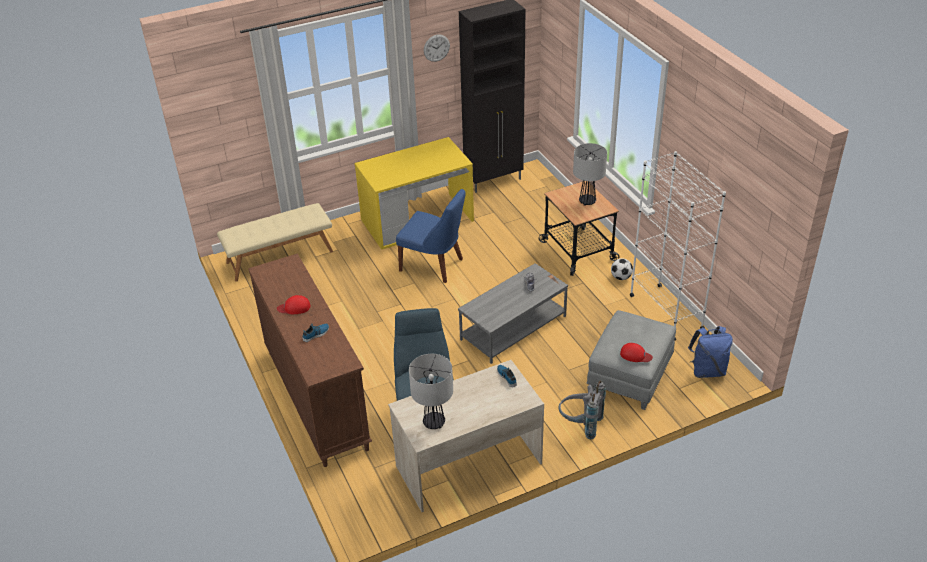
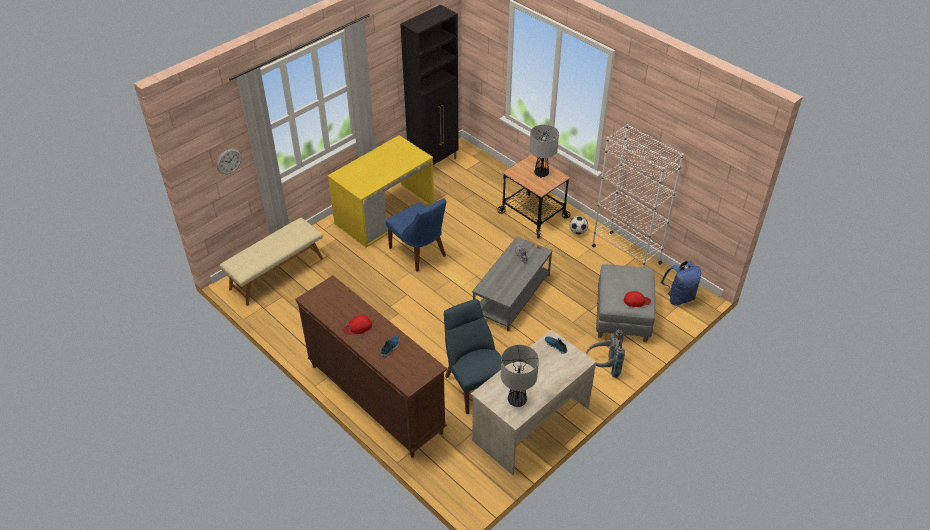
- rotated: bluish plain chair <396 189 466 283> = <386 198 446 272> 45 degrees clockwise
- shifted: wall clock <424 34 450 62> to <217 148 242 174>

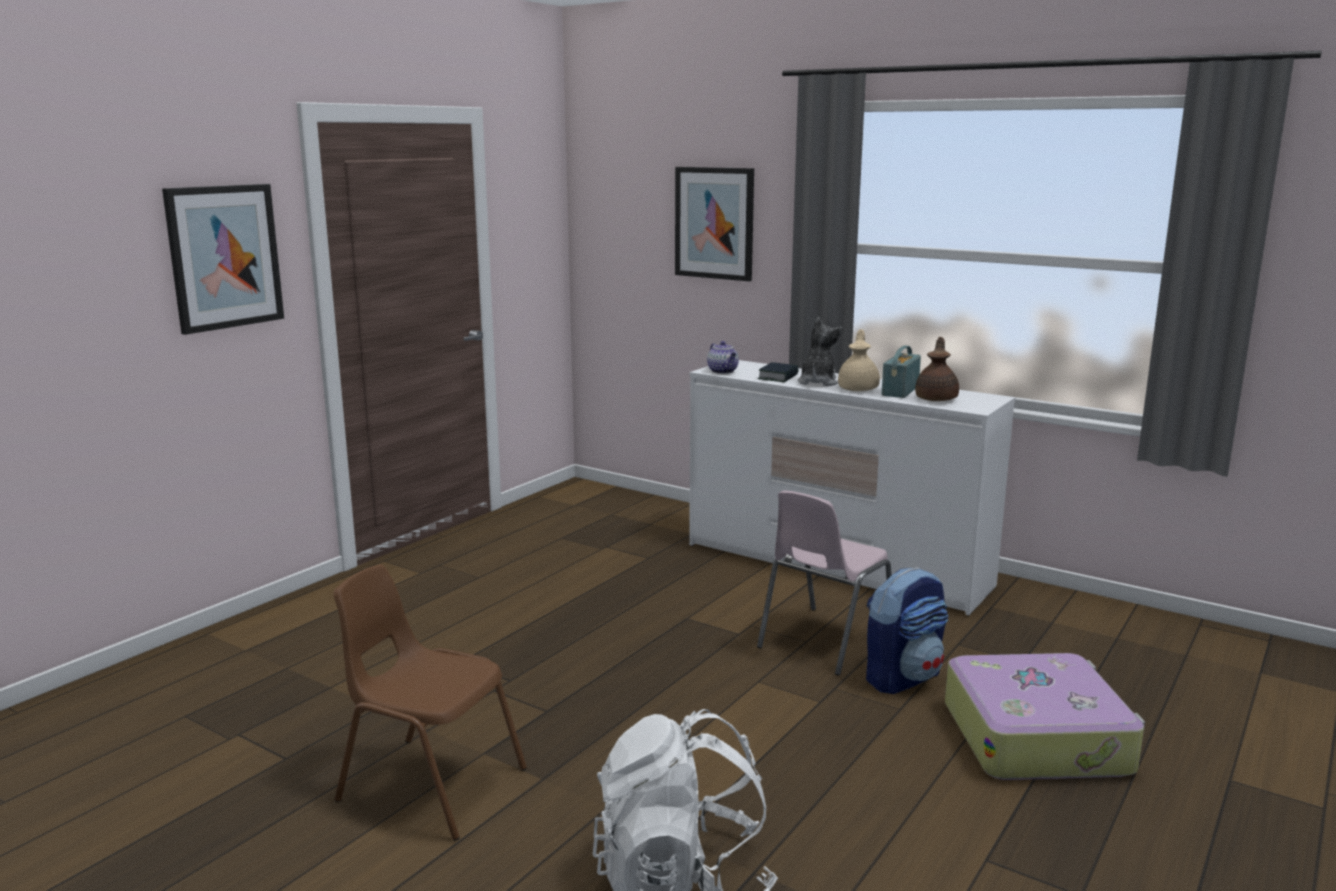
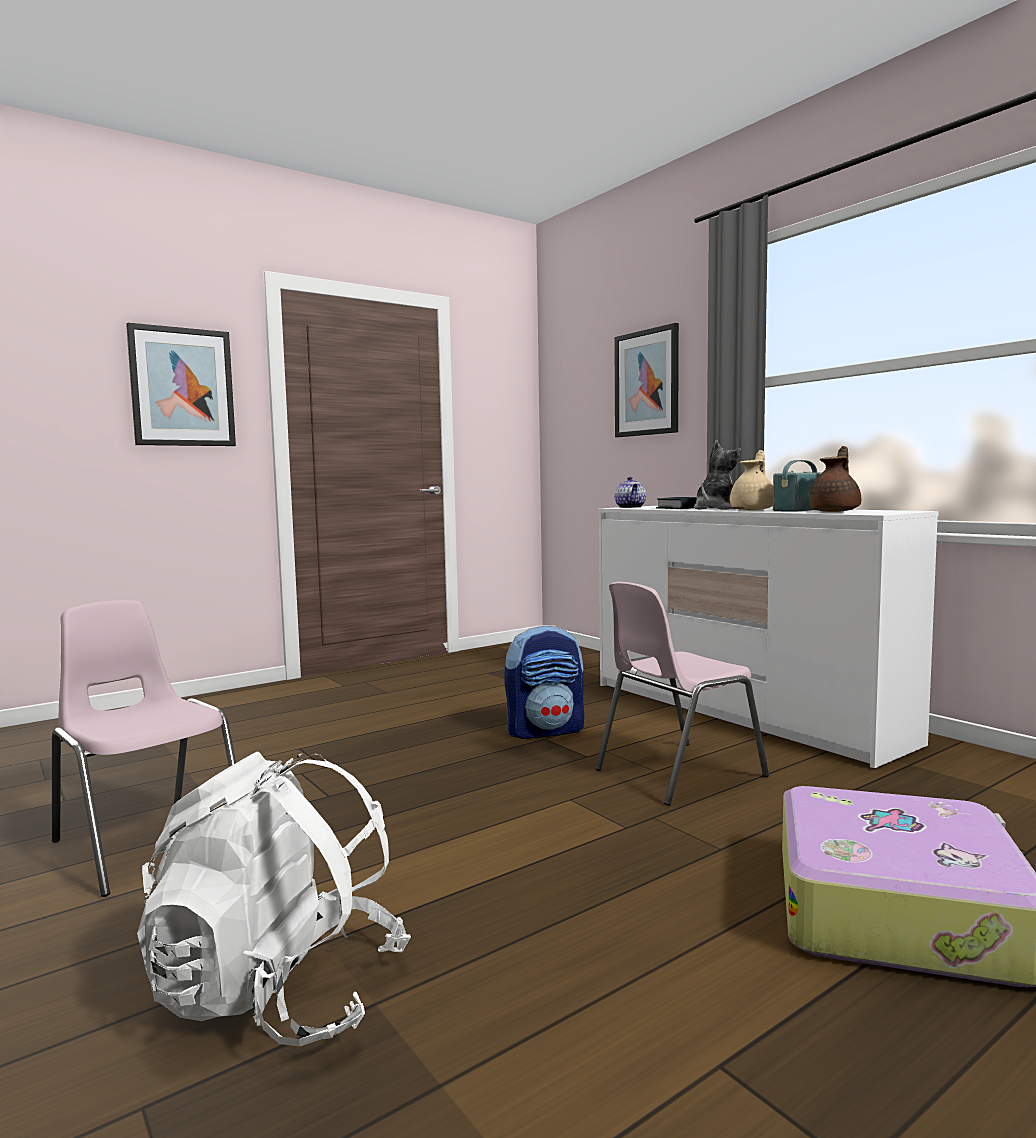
- repainted: brown-coloured plain chair <333 564 527 841> to pink-coloured plain chair <52 600 236 897>
- shifted: backpack <866 567 948 694> to <504 625 584 739>

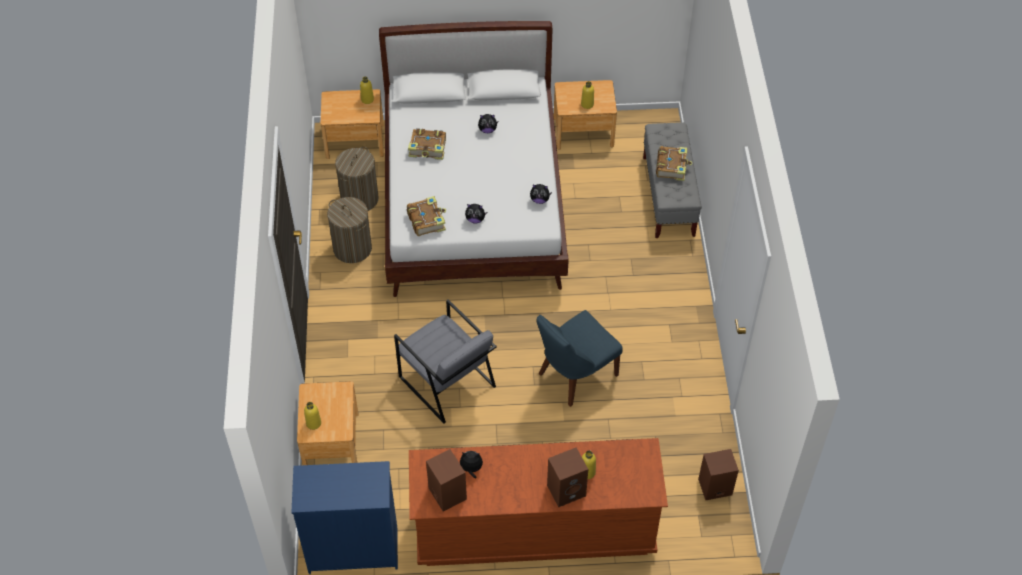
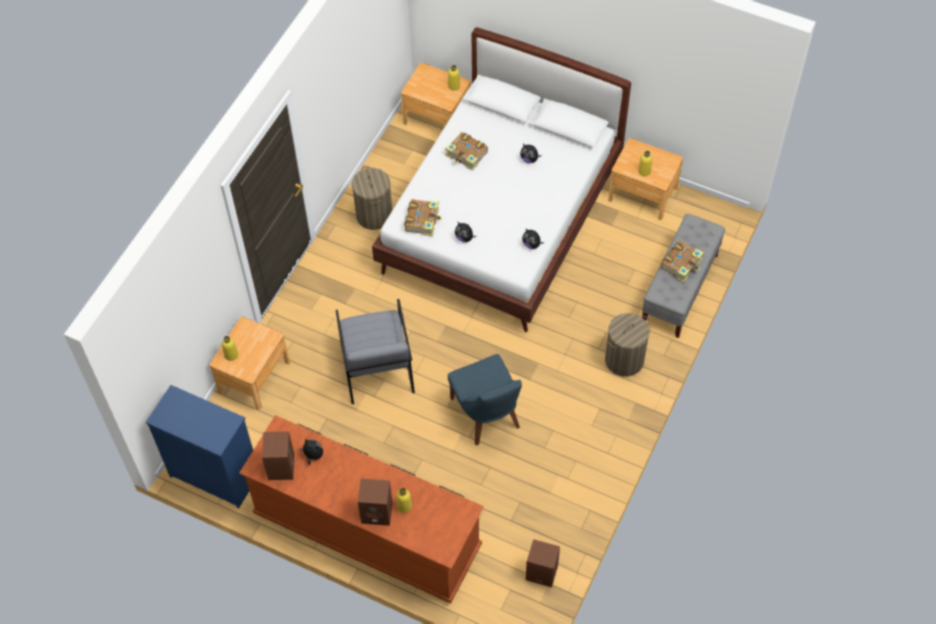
- shifted: laundry basket <335 147 378 211> to <605 313 650 377>
- rotated: bluish plain chair <537 310 623 407> = <448 354 522 445> 105 degrees counterclockwise

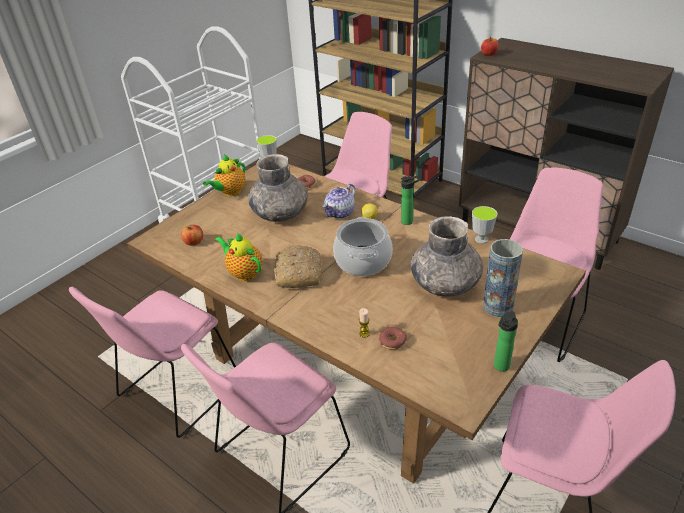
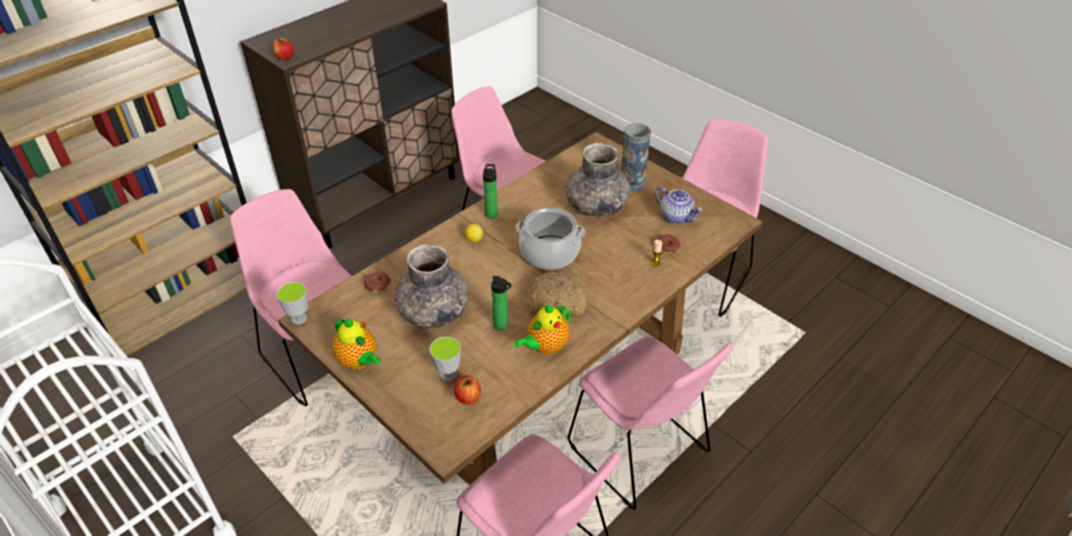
- shifted: teapot <322 184 355 219> to <655 186 703 224>
- shifted: drinking cup <472 206 498 244> to <429 337 461 381>
- shifted: bottle <494 311 518 372> to <491 276 512 331>

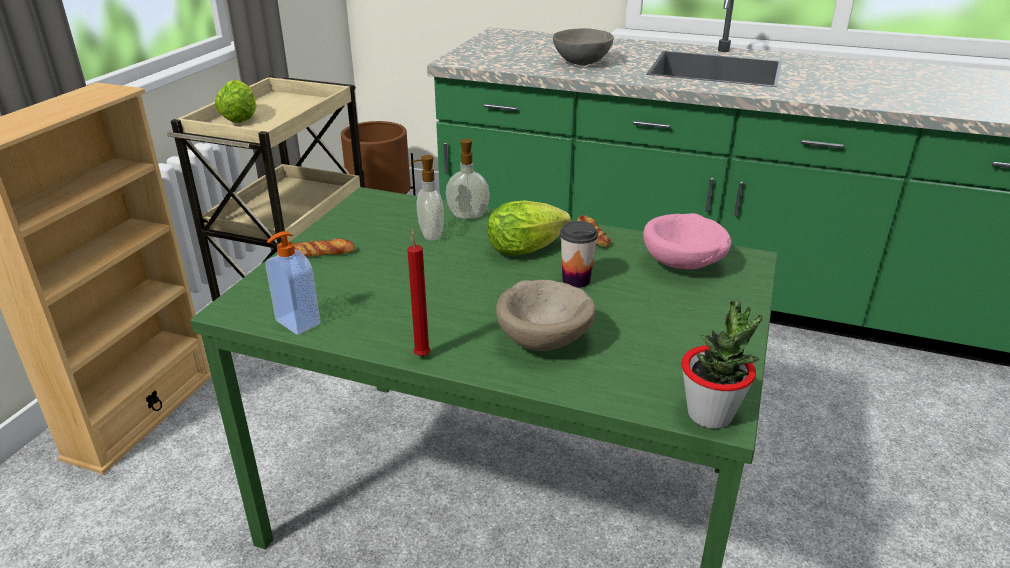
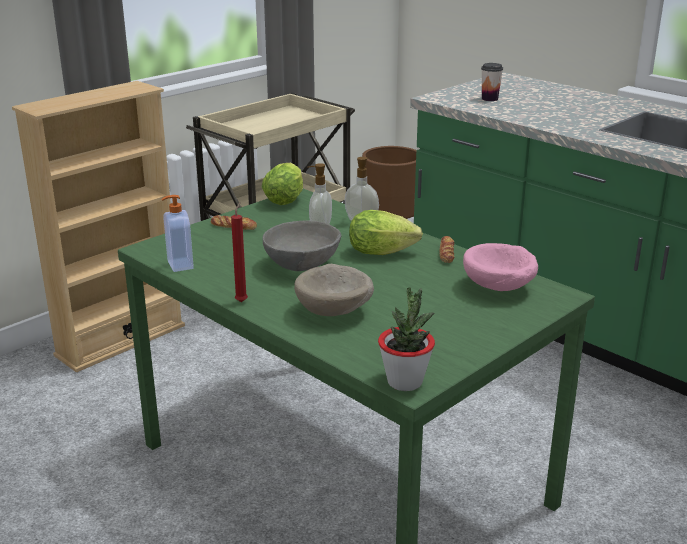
- shifted: head of lettuce <215 80 257 123> to <262 163 303 205>
- shifted: greyish bowl <553 28 614 65> to <263 221 342 271>
- shifted: drinking cup <560 221 598 288> to <481 63 503 101>

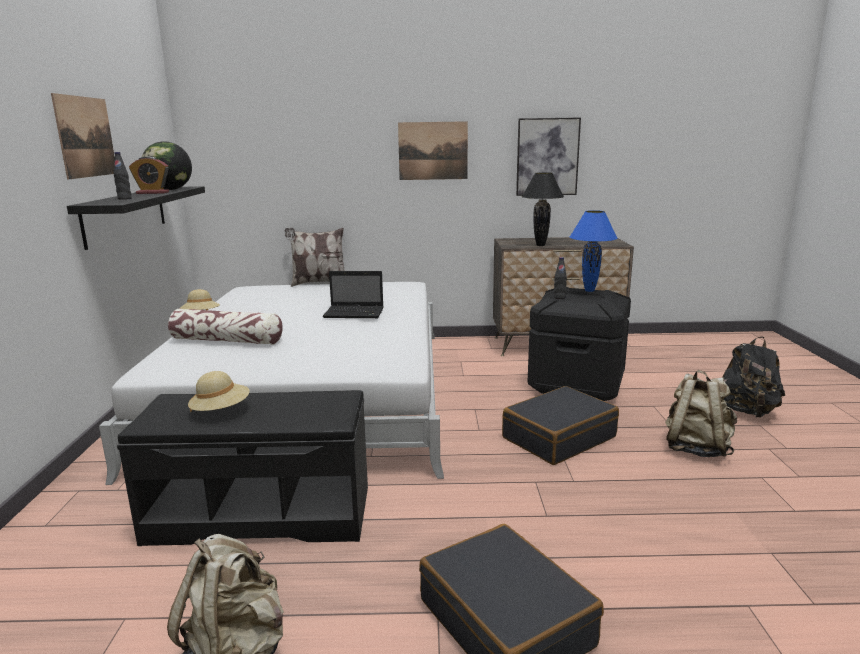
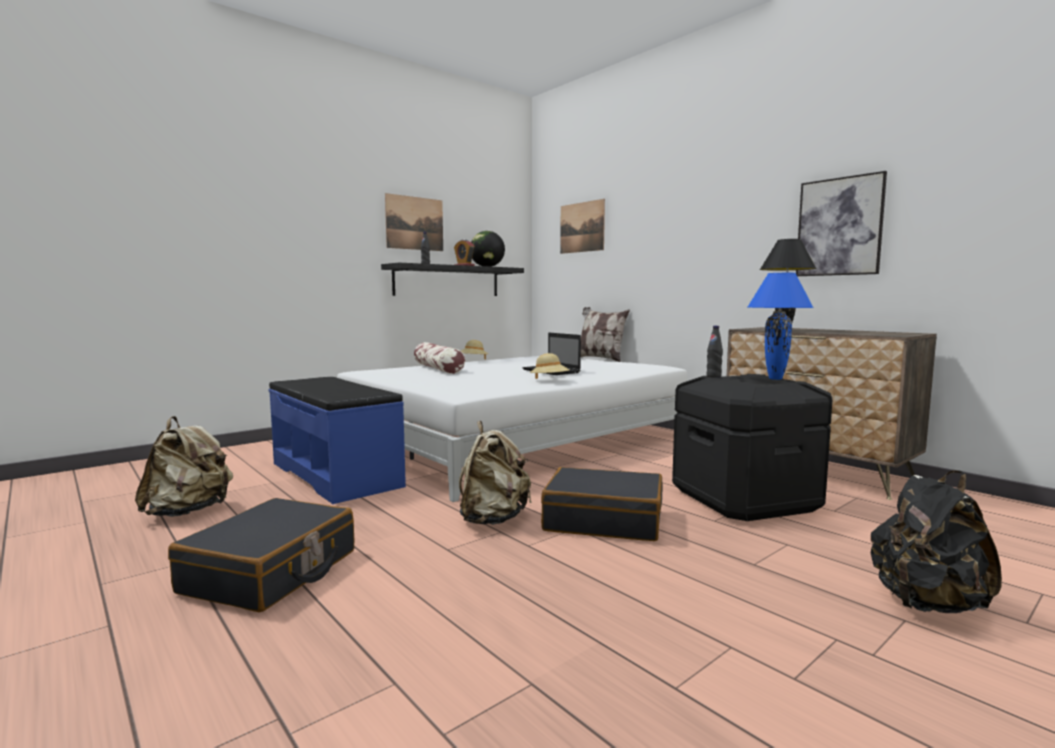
- repainted: black long seat <117 390 368 546> to bluish long seat <268 377 406 504>
- shifted: beige clothing hat <188 371 250 411> to <530 353 570 379>
- shifted: picture <398 121 468 180> to <560 199 605 254>
- shifted: beige backpack <665 370 737 457> to <459 421 532 525>

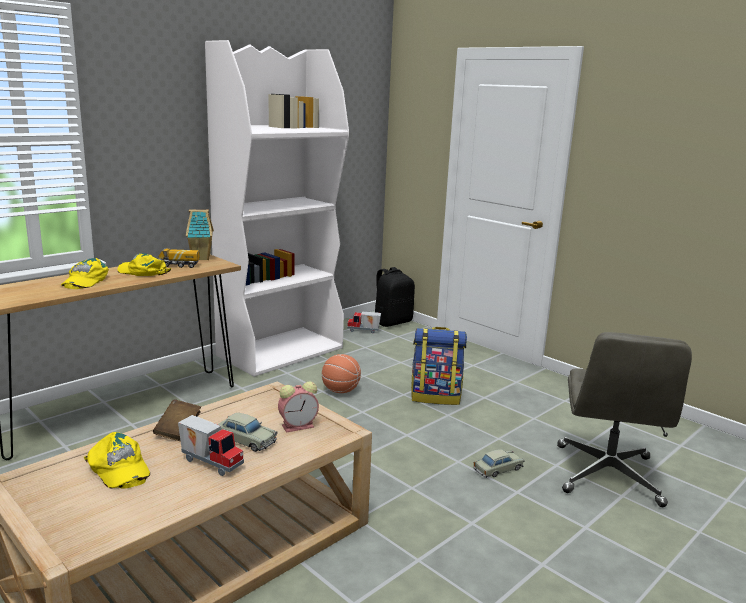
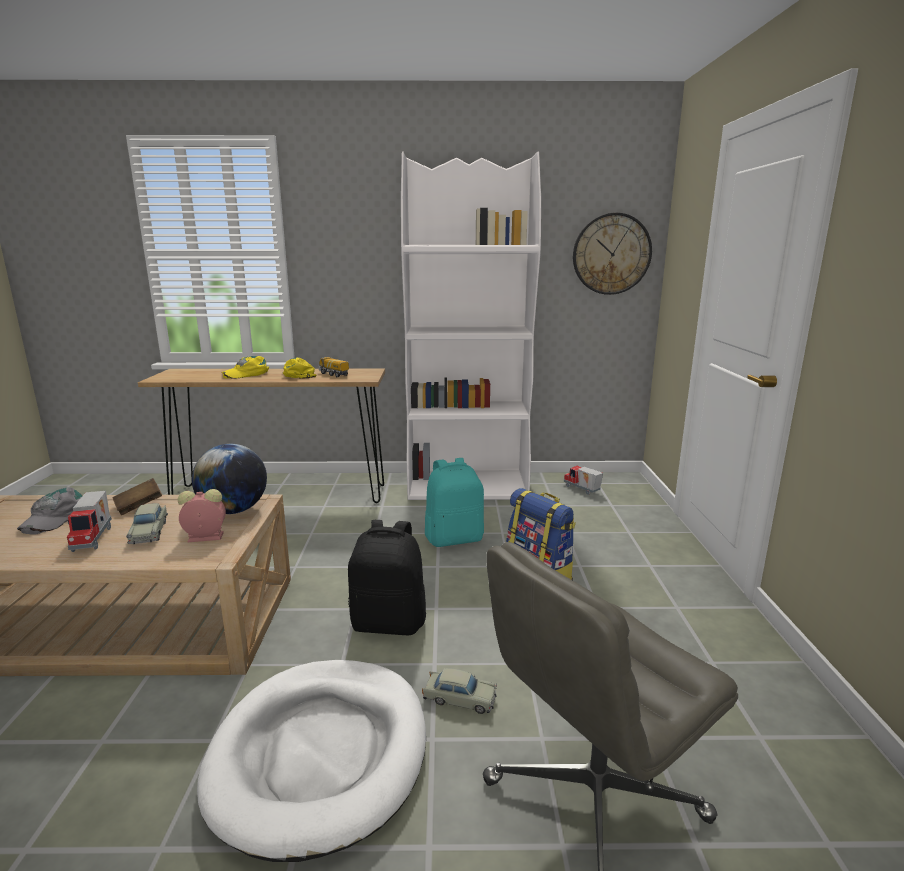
- repainted: yellow-coloured peaked cap <84 432 150 489> to greyish peaked cap <17 487 82 535>
- gone: toy house <186 209 214 260>
- rotated: table clock <278 382 319 433> = <178 489 226 542> 150 degrees clockwise
- swapped: ball for basketball <322 354 361 393> to turquoise backpack <425 458 484 547>
- shifted: black backpack <375 267 415 327> to <348 520 426 636>
- new: globe <192 444 267 514>
- new: white-coloured dog bed <197 660 426 862>
- new: wall clock <573 213 652 295>

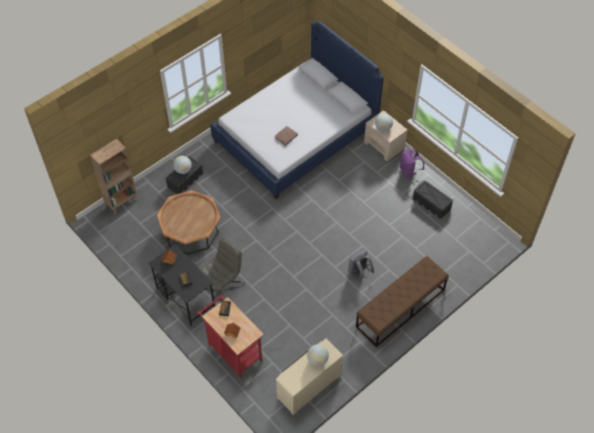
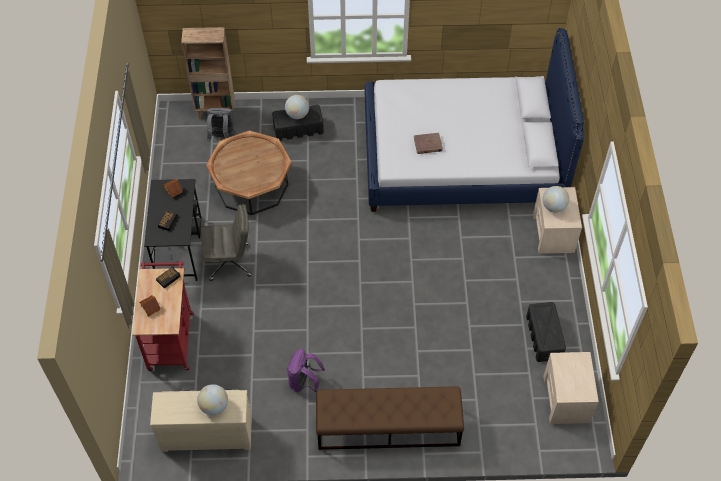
- shifted: greyish backpack <348 250 374 282> to <207 108 235 142>
- shifted: purplish backpack <400 148 424 178> to <286 349 325 392>
- new: beige nightstand <543 352 599 424>

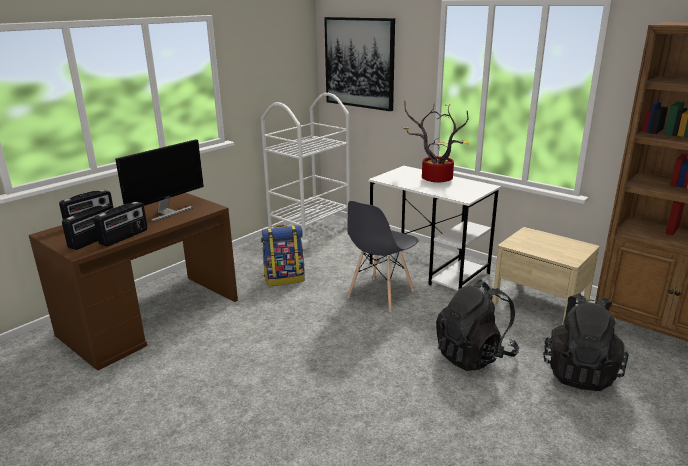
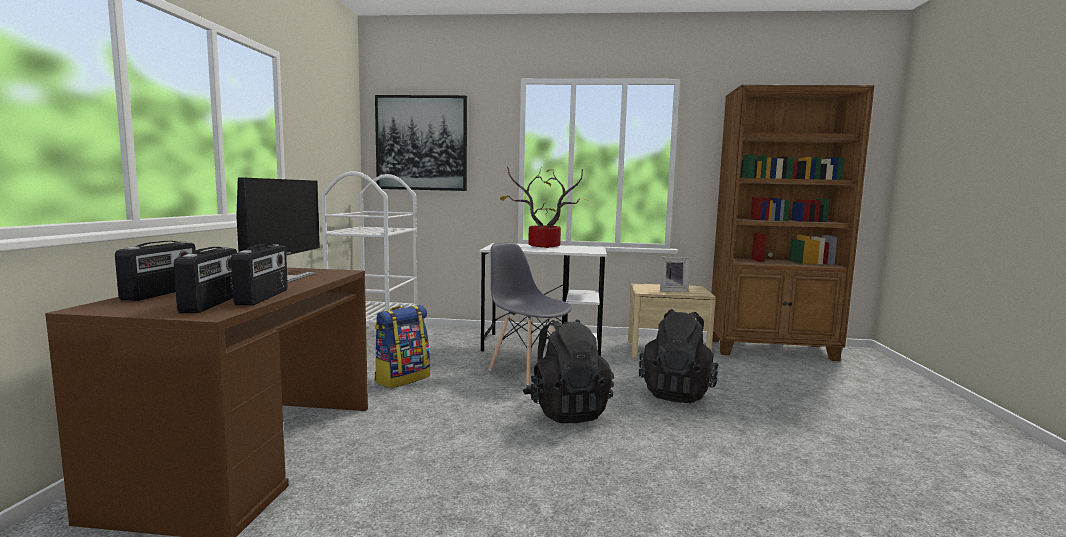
- rotated: greyish plain chair <347 201 418 312> = <489 242 572 385> 135 degrees clockwise
- shifted: black backpack <543 293 629 391> to <523 319 614 423>
- new: picture frame <660 257 689 292>

